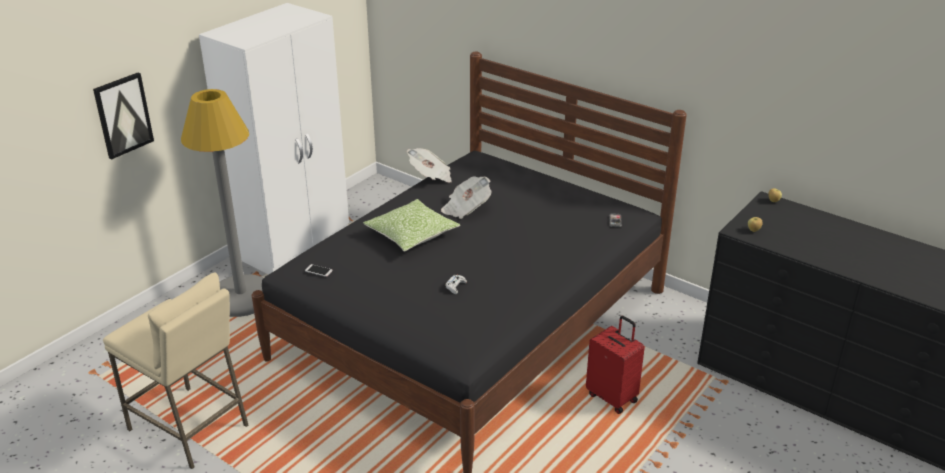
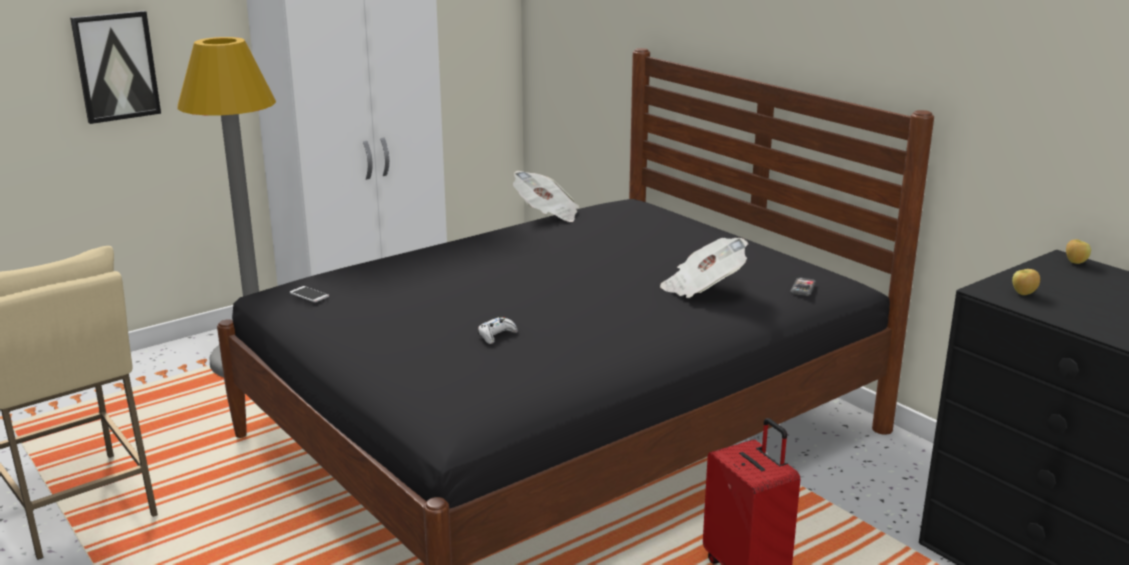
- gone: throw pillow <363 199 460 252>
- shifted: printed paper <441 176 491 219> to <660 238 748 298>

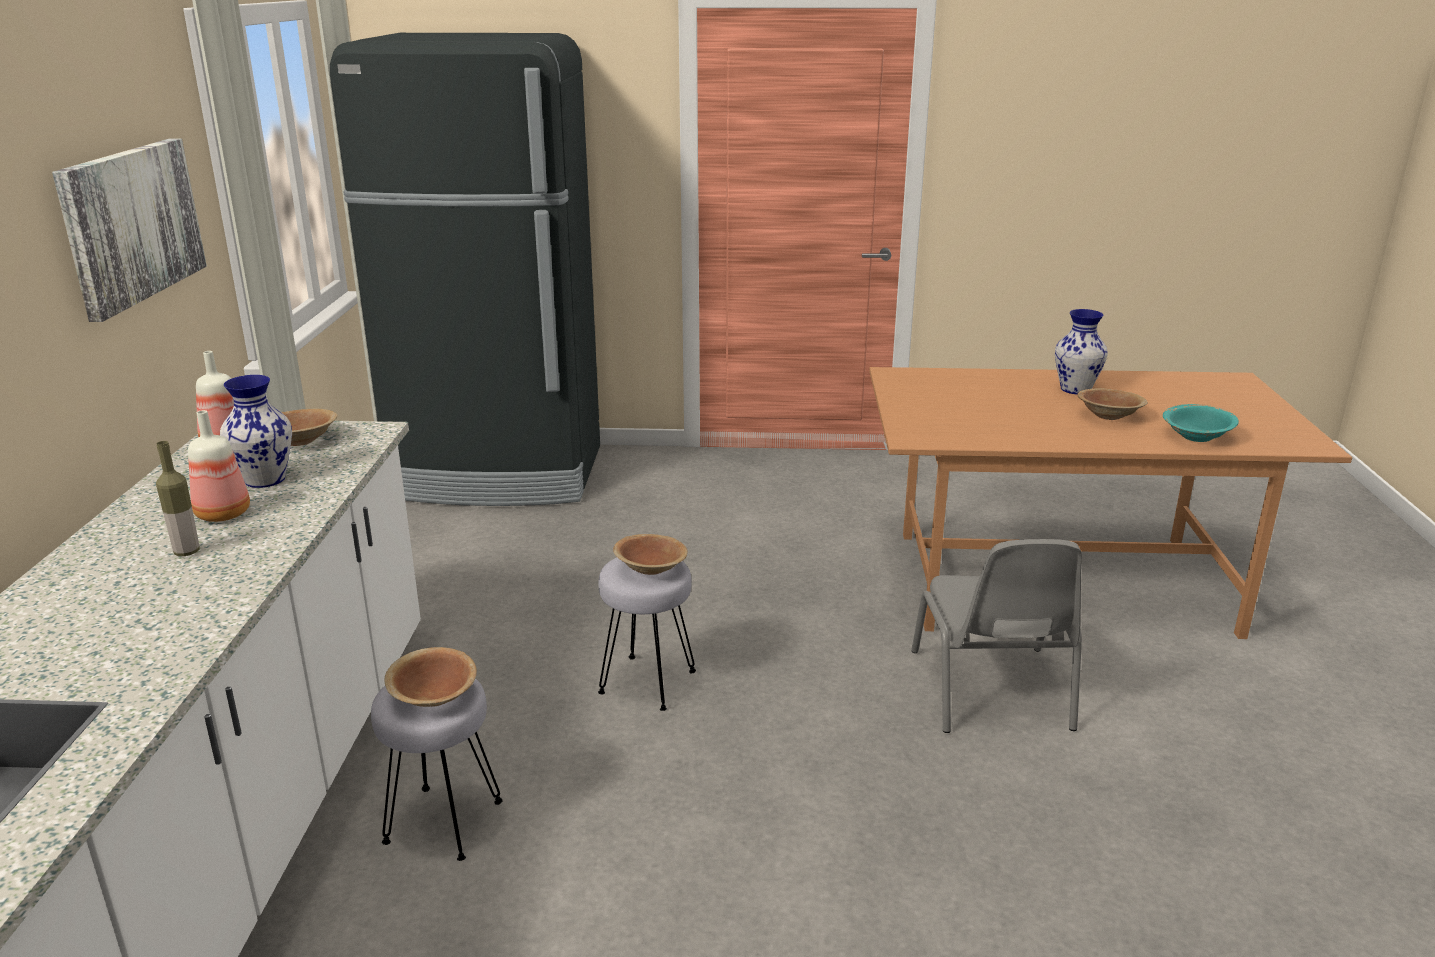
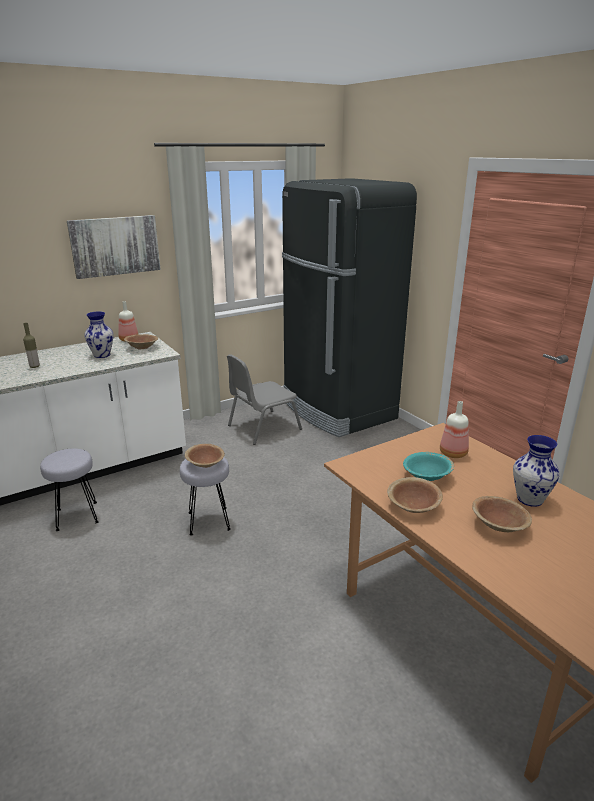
- shifted: bottle <188 410 250 522> to <440 401 469 458>
- shifted: brown-coloured bowl <384 647 477 707> to <387 477 443 513>
- shifted: greyish plain chair <911 539 1082 733> to <227 354 302 445>
- shifted: turquoise bowl <1163 404 1239 442> to <403 452 454 481>

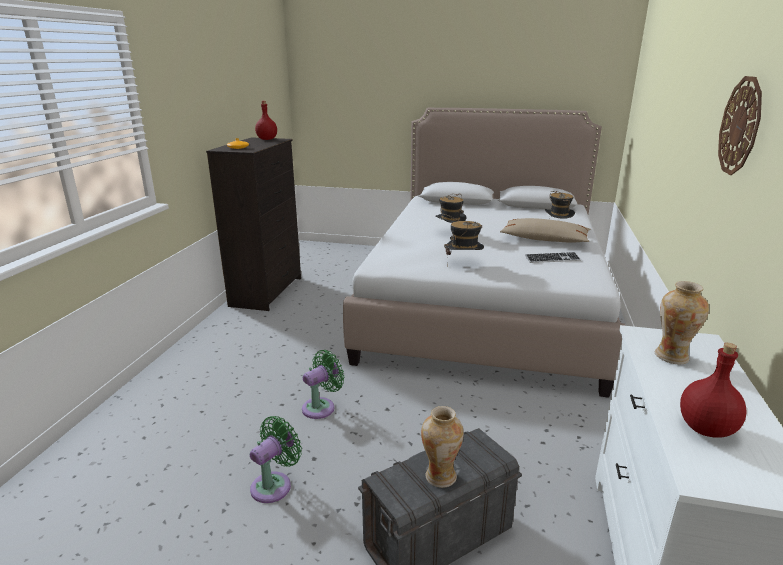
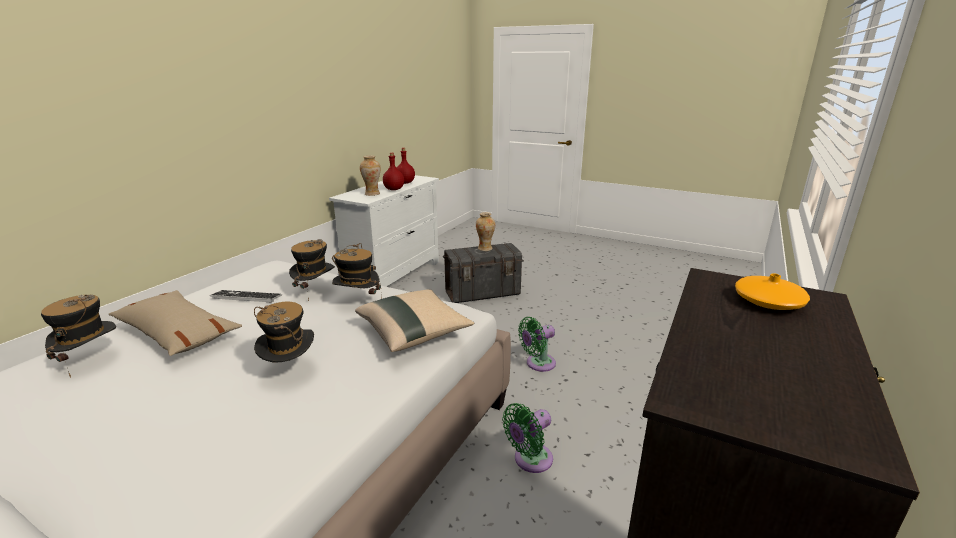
- shifted: green electric fan <250 416 302 503> to <502 403 553 473>
- shifted: red-coloured bottle <255 101 277 140> to <383 153 404 190>
- gone: wall clock <718 76 762 175>
- new: clothing hat <289 239 335 301>
- new: beige throw pillow <355 290 474 352>

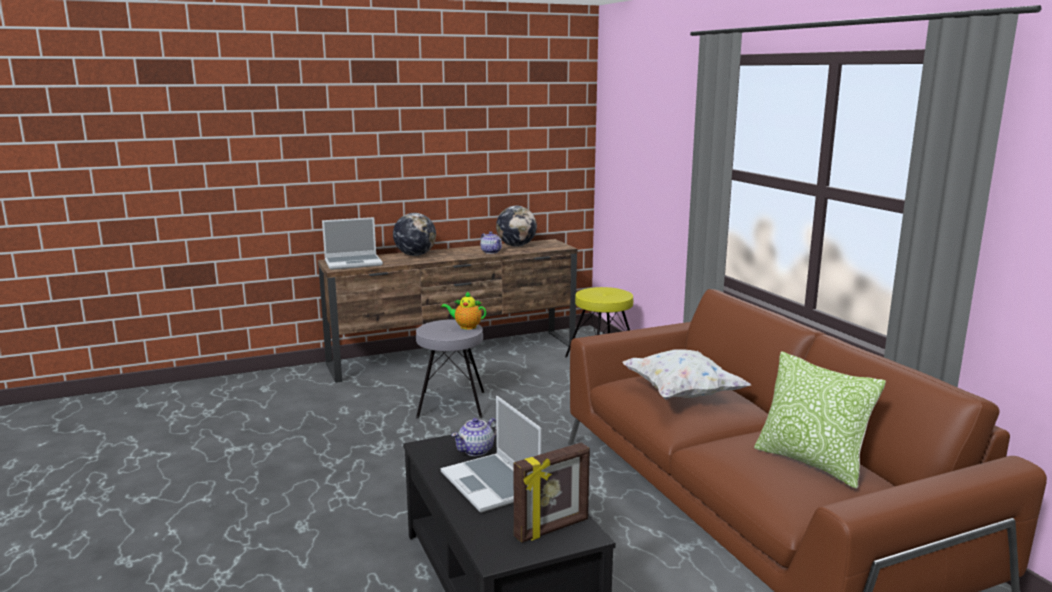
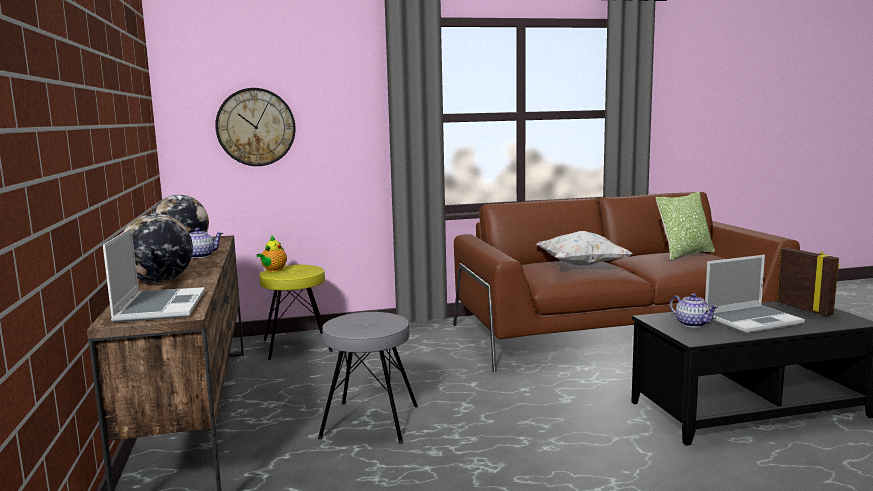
- shifted: teapot <441 291 486 329> to <256 236 287 272>
- new: wall clock <215 88 296 166>

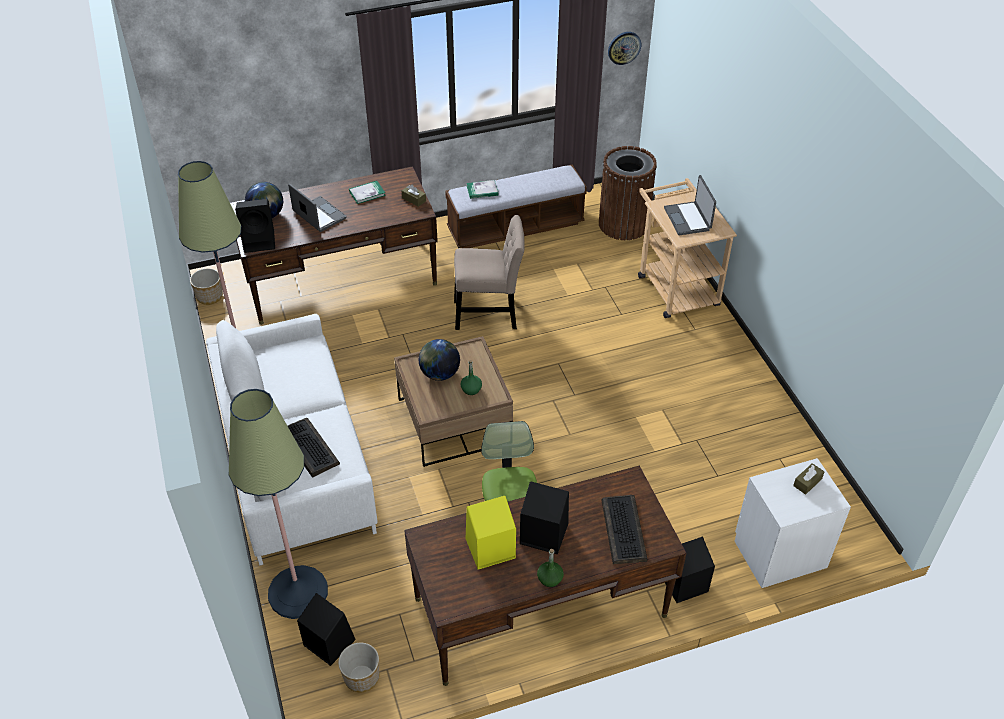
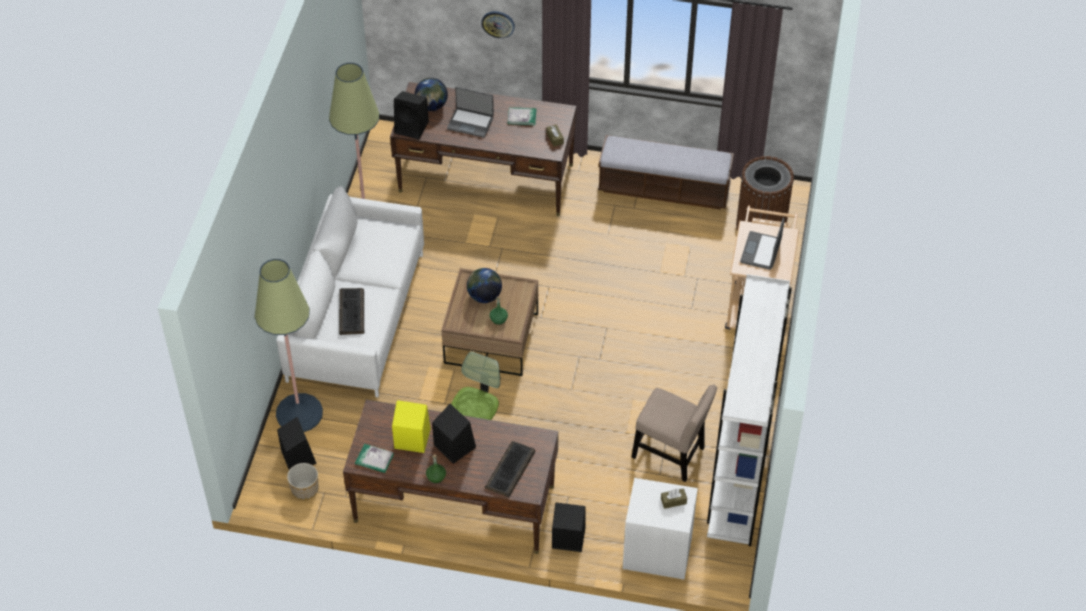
- gone: flower pot <190 268 223 305>
- rotated: notebook computer <288 184 347 232> = <447 87 494 138> 120 degrees clockwise
- shifted: beige plain chair <454 215 525 330> to <631 384 717 482>
- shifted: book <467 180 499 199> to <355 444 394 473>
- shifted: wall clock <608 32 641 65> to <481 11 515 38>
- new: white-coloured shelving unit <707 274 792 546>

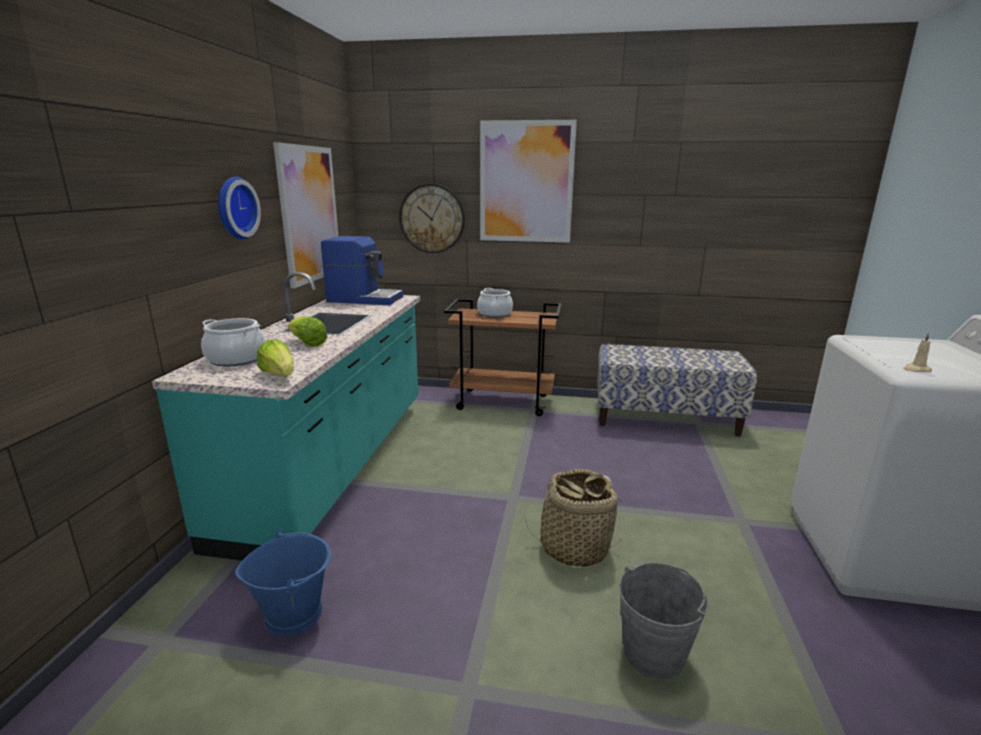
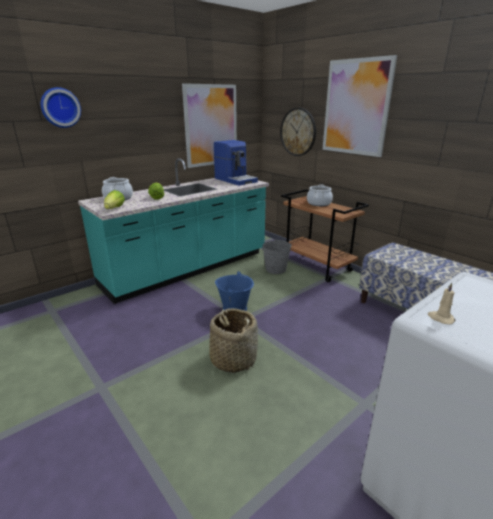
- shifted: wall clock <218 176 261 240> to <41 87 81 128>
- shifted: bluish water bucket <235 530 331 636> to <215 271 254 311>
- shifted: greyish water bucket <619 562 708 679> to <263 239 292 274>

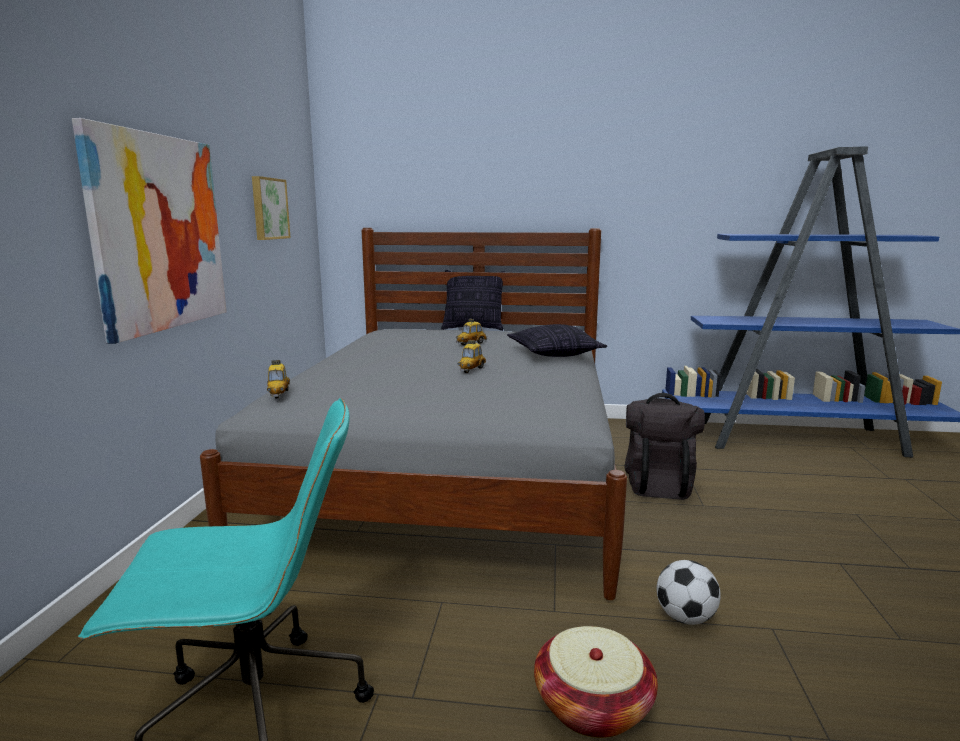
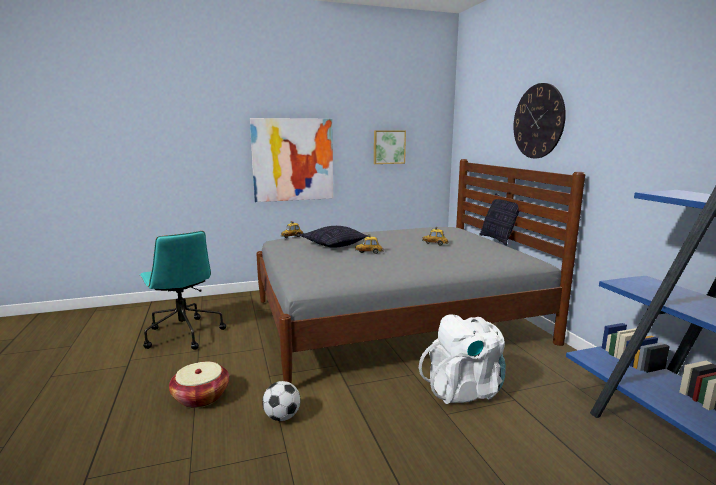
- shifted: throw pillow <507 324 607 357> to <300 226 369 248>
- repainted: black backpack <624 393 705 500> to white-coloured backpack <419 315 506 404>
- new: wall clock <514 83 566 158>

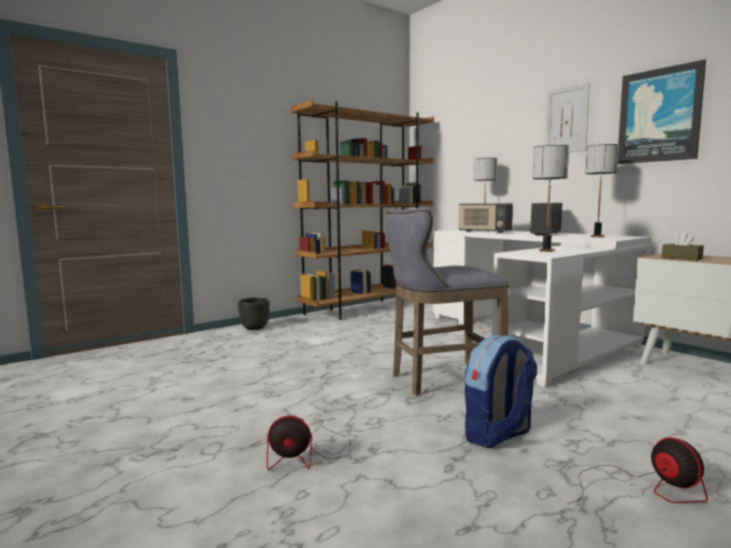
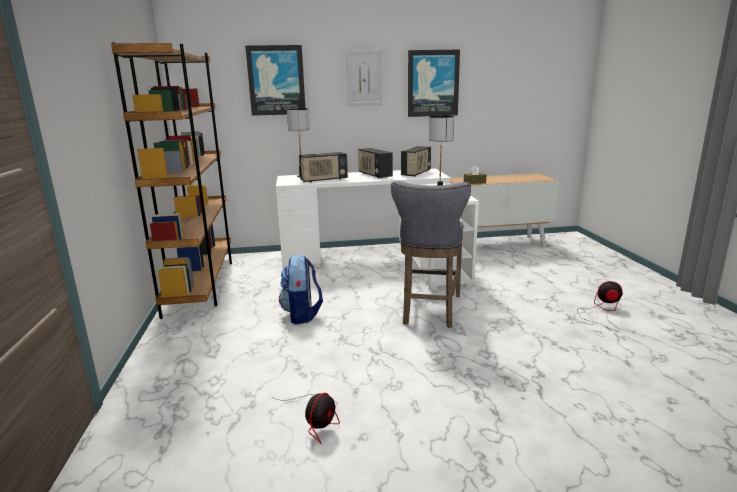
- gone: black flower pot <238 298 269 330>
- shifted: electric fan <267 416 350 470> to <274 393 340 444>
- shifted: backpack <464 335 537 448> to <279 254 323 325>
- swapped: tabletop lamp <585 144 619 237> to radio <401 146 431 176>
- new: picture <245 45 305 116>

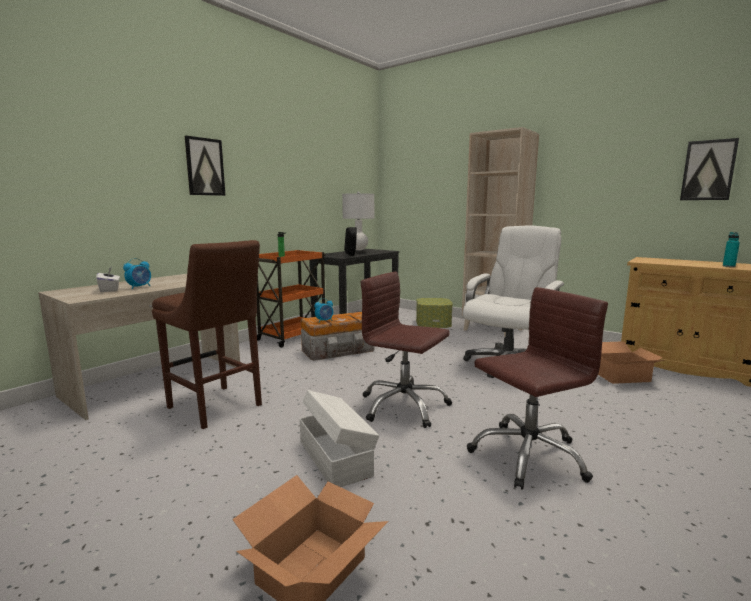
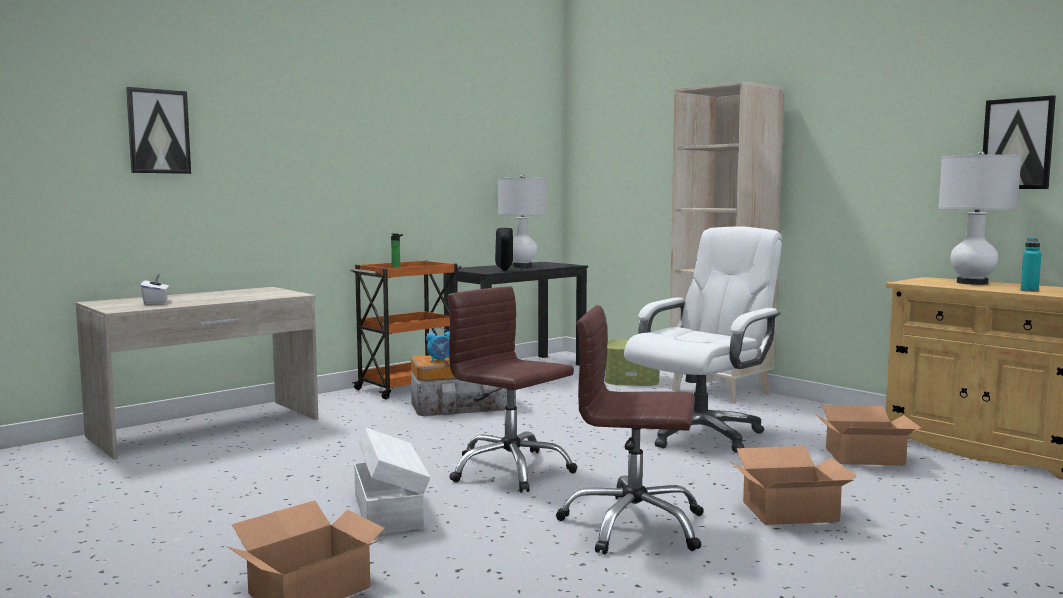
- gone: table clock <123 258 151 289>
- gone: brown-coloured stool seat <152 240 262 429>
- shifted: picture <185 136 225 196> to <126 87 191 174>
- rotated: brown-coloured office chair <467 287 608 490> = <556 305 704 554> 150 degrees counterclockwise
- new: carton <730 446 857 525>
- new: white-coloured tabletop lamp <938 151 1022 285>

